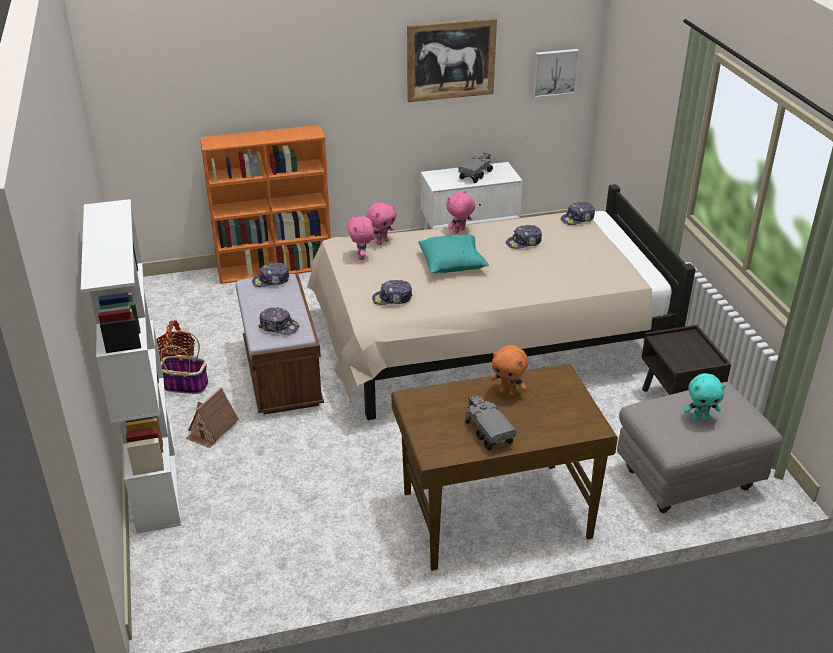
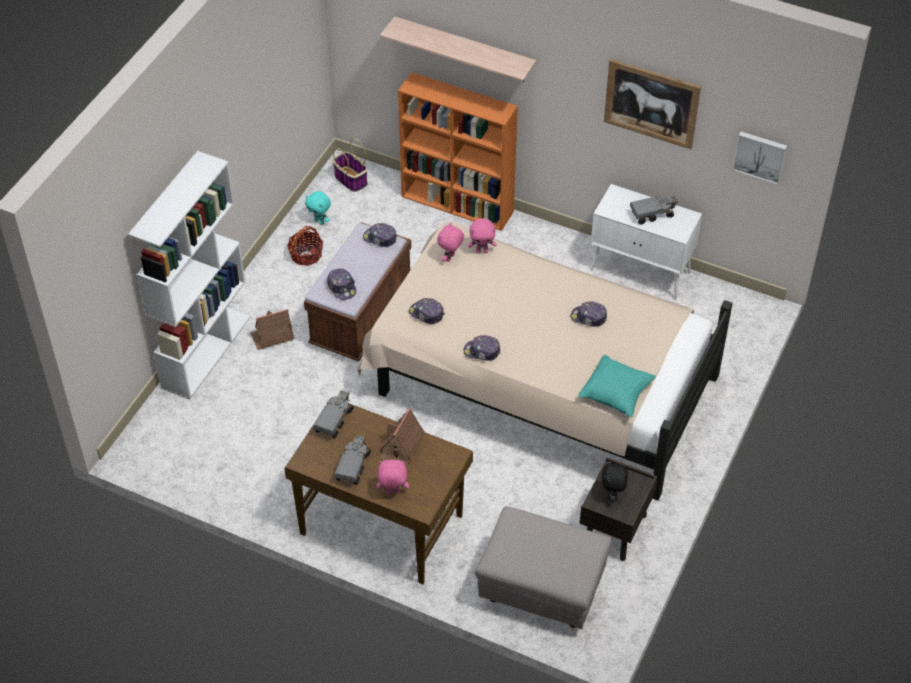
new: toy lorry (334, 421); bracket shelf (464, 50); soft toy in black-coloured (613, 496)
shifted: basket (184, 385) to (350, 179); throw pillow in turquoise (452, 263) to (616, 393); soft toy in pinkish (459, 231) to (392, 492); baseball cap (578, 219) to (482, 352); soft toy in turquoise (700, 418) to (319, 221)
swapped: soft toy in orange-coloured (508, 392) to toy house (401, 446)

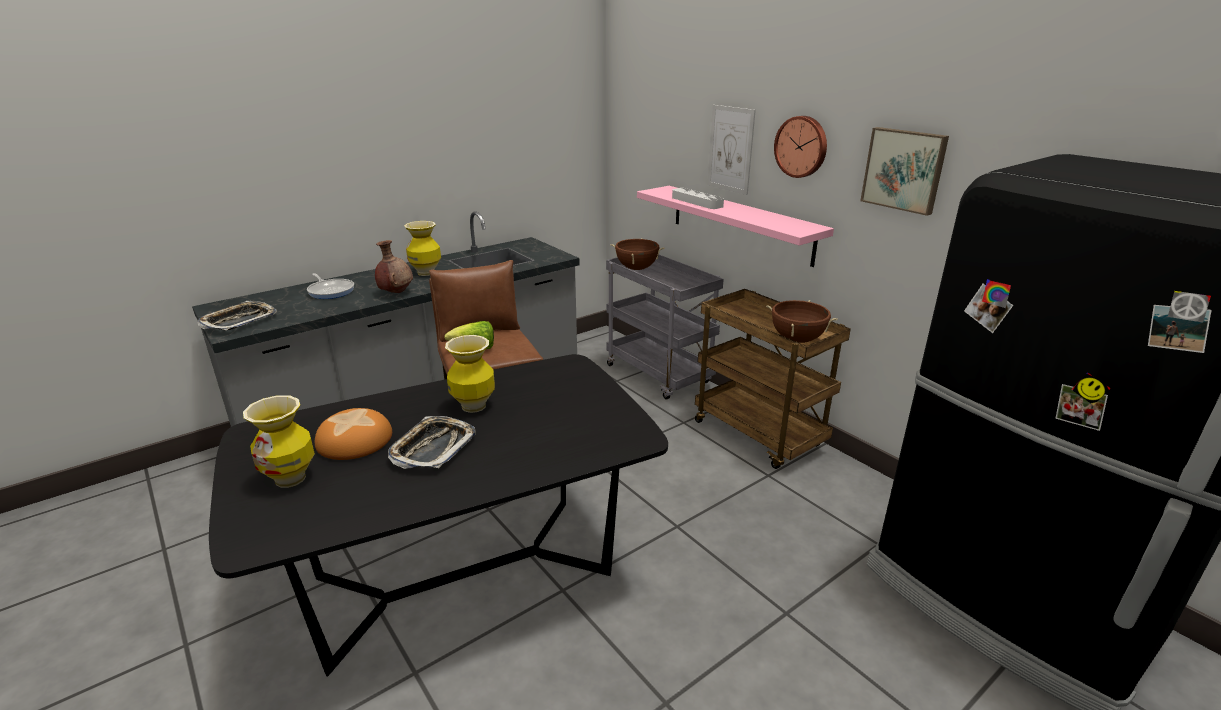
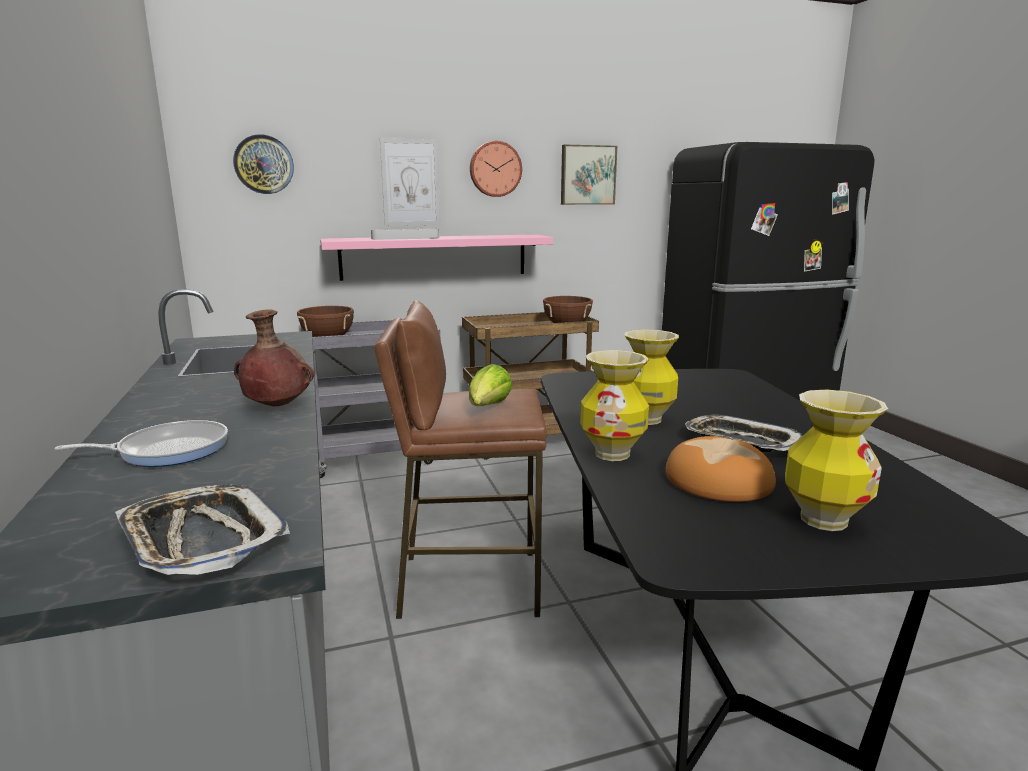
new: clock on the wall (264, 164)
shifted: decorative vase (426, 273) to (612, 454)

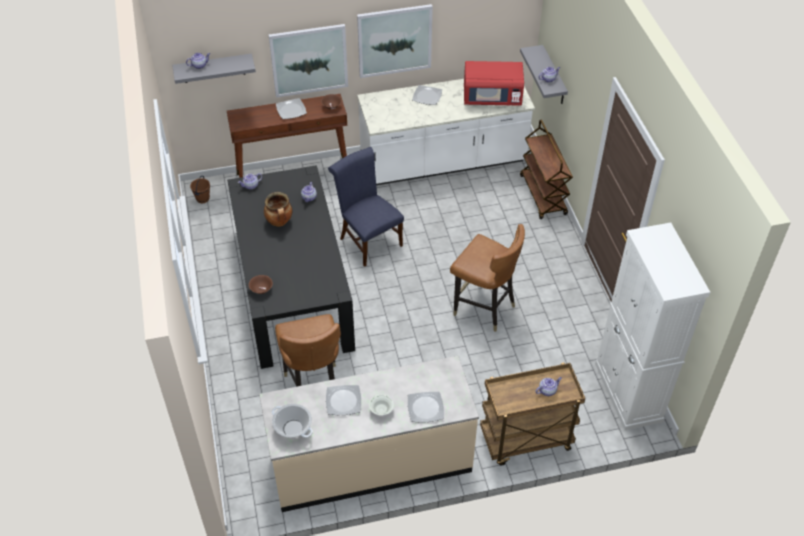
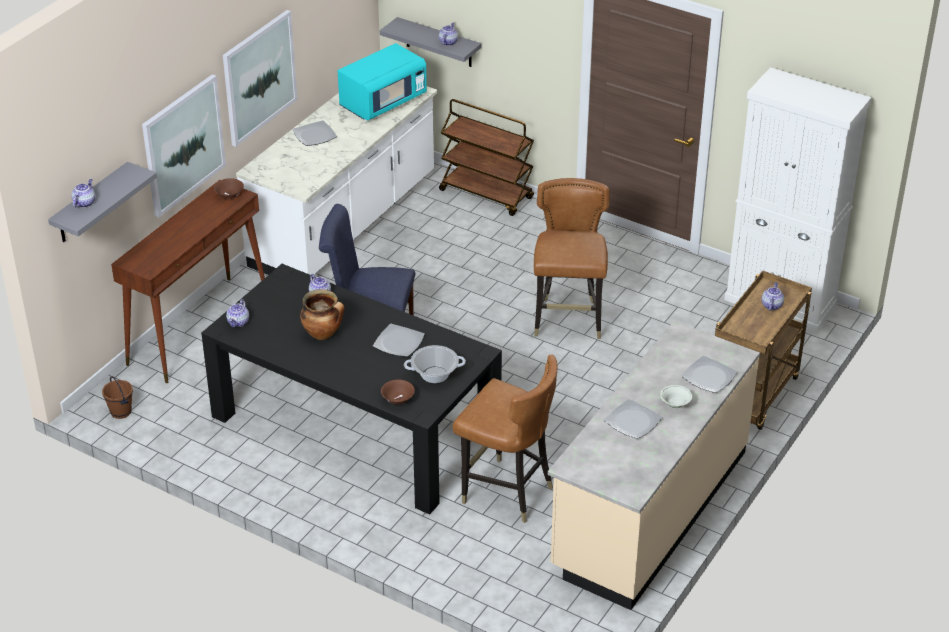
shifted: cooking pot (293, 428) to (435, 375); dinner plate (291, 110) to (399, 343)
repainted: kitchen microwave in reddish (492, 97) to kitchen microwave in turquoise (382, 102)
rotated: plain chair in brown-coloured (483, 308) = (568, 320) 75 degrees counterclockwise

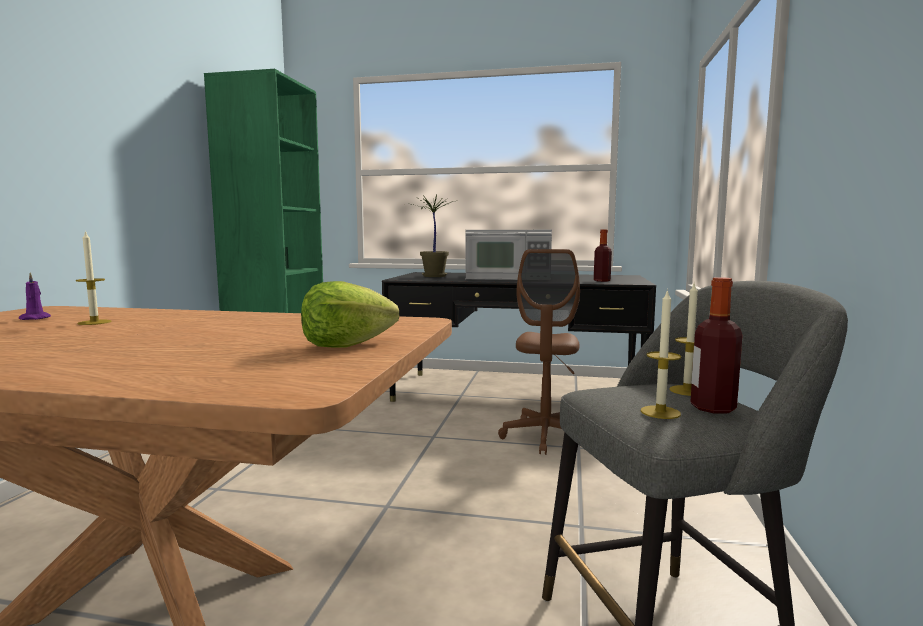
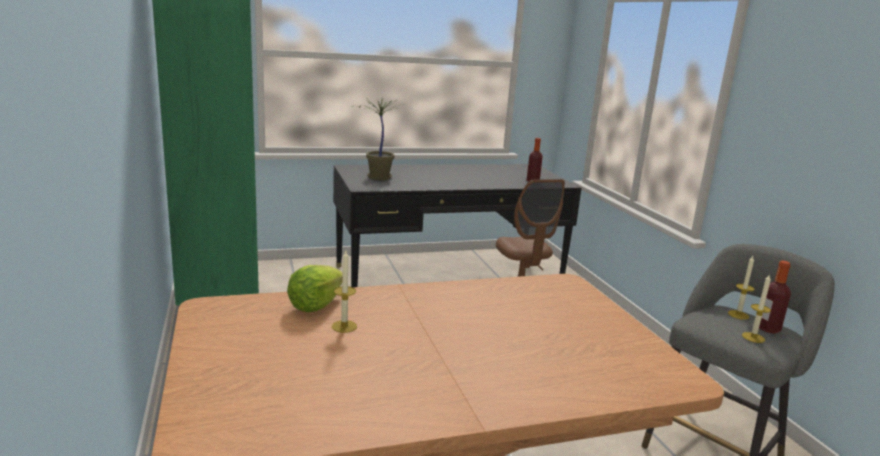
gone: wax candle in purplish (36, 318); kitchen microwave (508, 278)
shifted: head of lettuce (346, 344) to (315, 305)

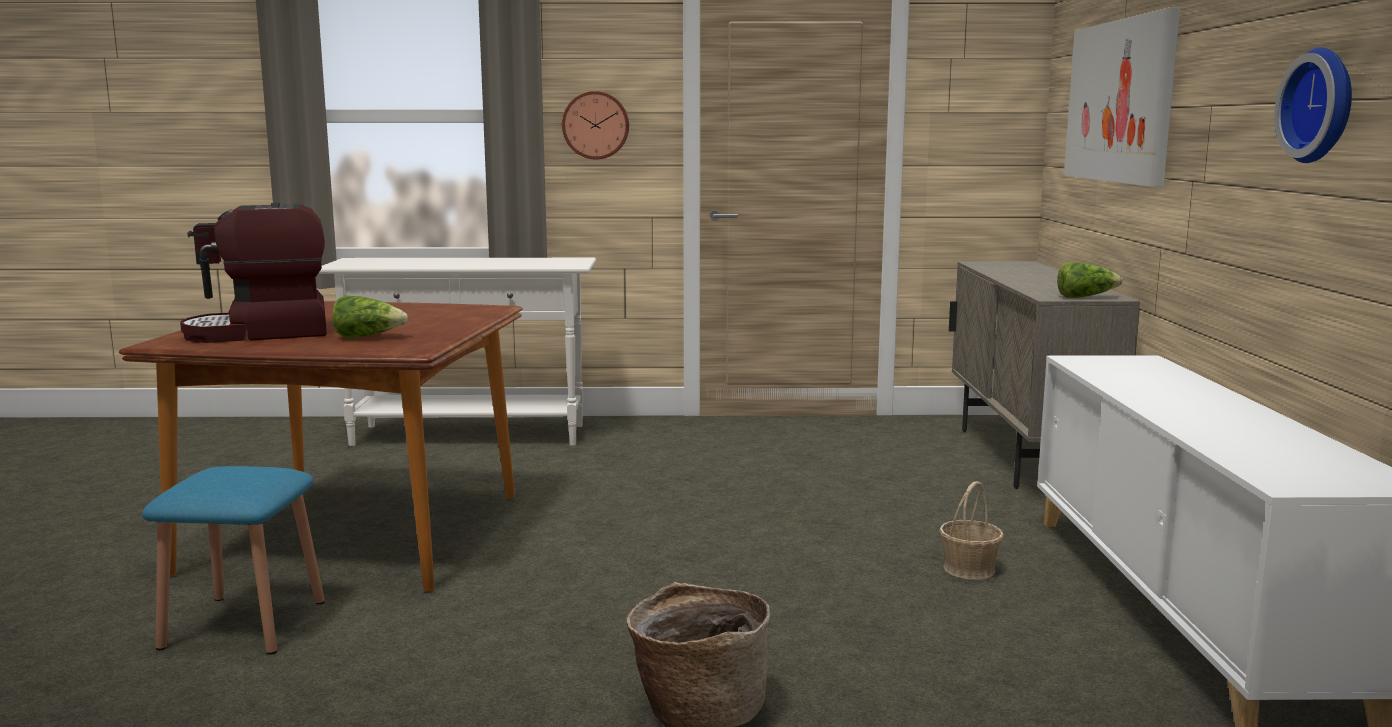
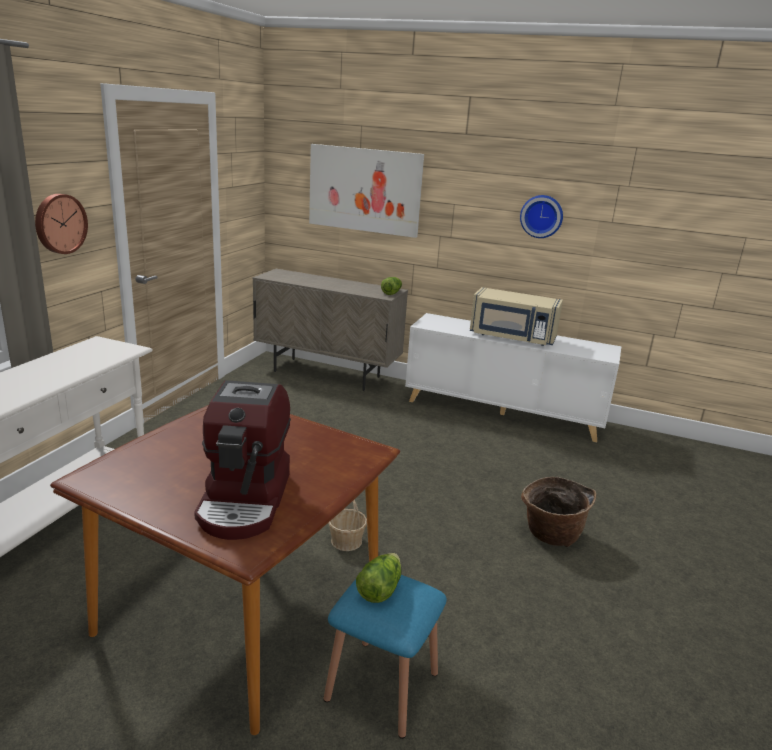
new: kitchen microwave in beige-coloured (512, 337)
shifted: head of lettuce (368, 337) to (379, 589); basket (969, 569) to (346, 541)

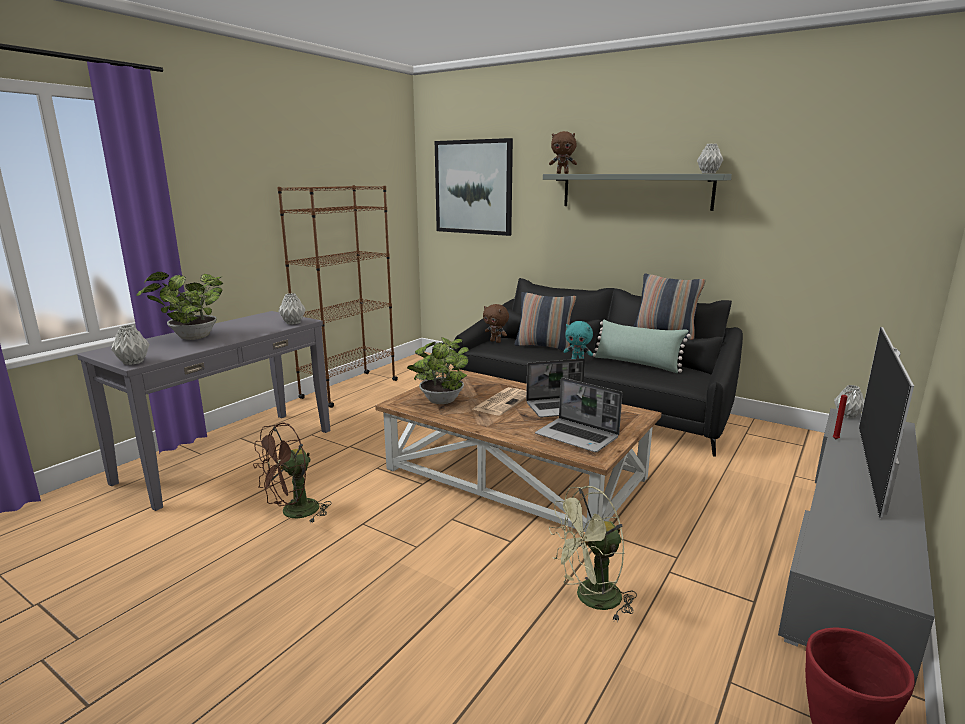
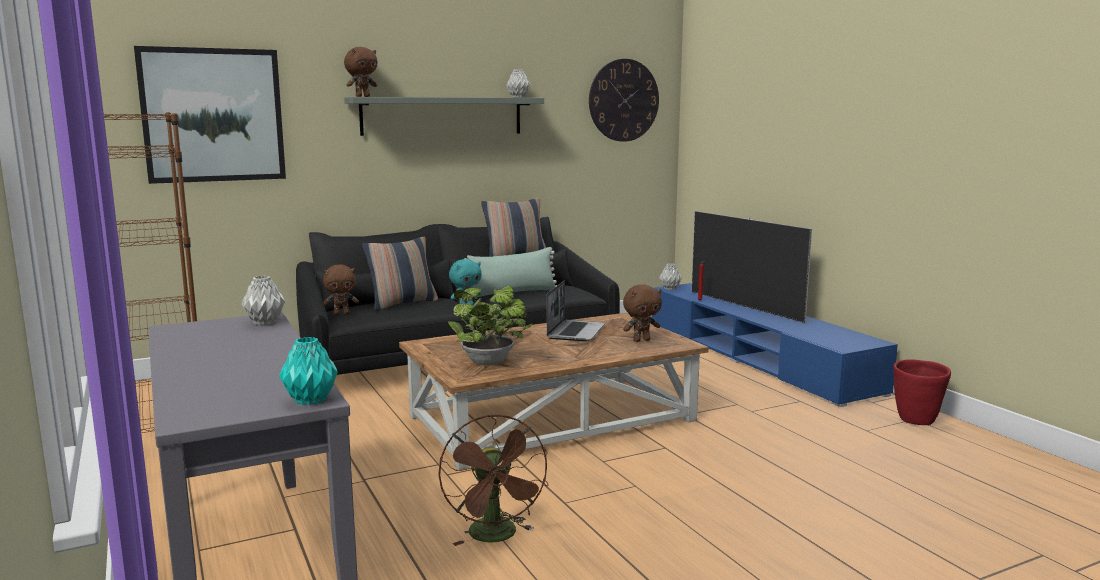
gone: plant in a pot (191, 338); daily paper (502, 402); electric fan in green (590, 599)
new: clock on the wall (623, 100)
swapped: portable computer (578, 436) to soft toy in brown-coloured (641, 340)
repainted: decorative vase in grey (134, 362) to decorative vase in turquoise (310, 400); tv unit in grey (853, 537) to tv unit in blue (756, 357)

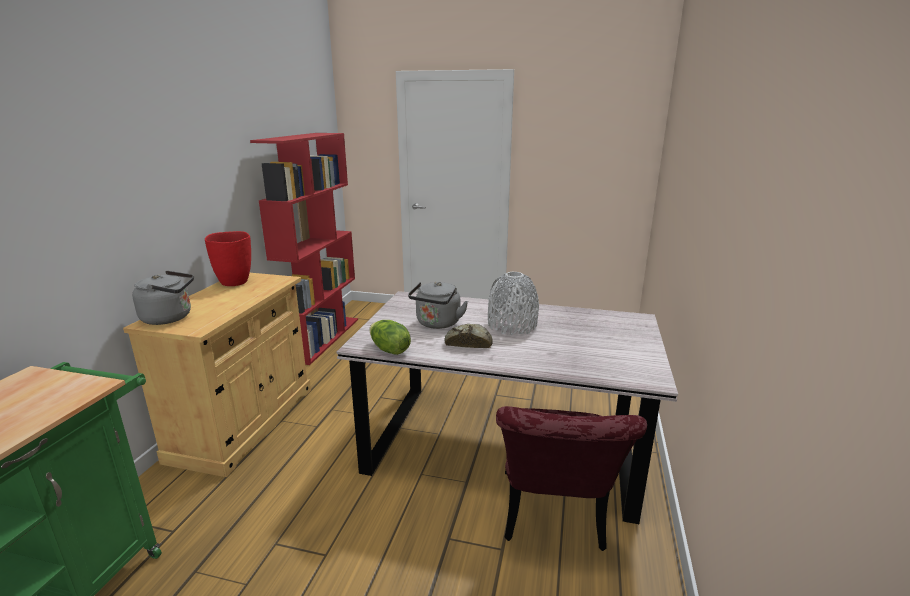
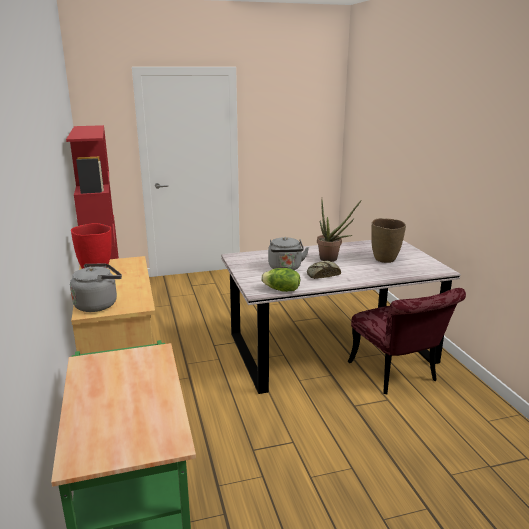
new: decorative vase in brown-coloured (385, 259)
swapped: decorative vase in grey (512, 325) to plant in a pot (332, 259)

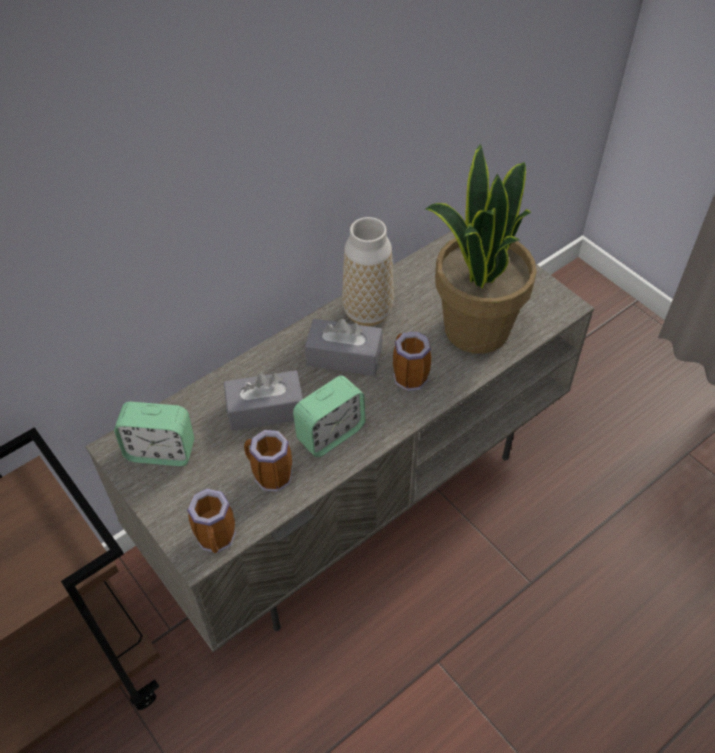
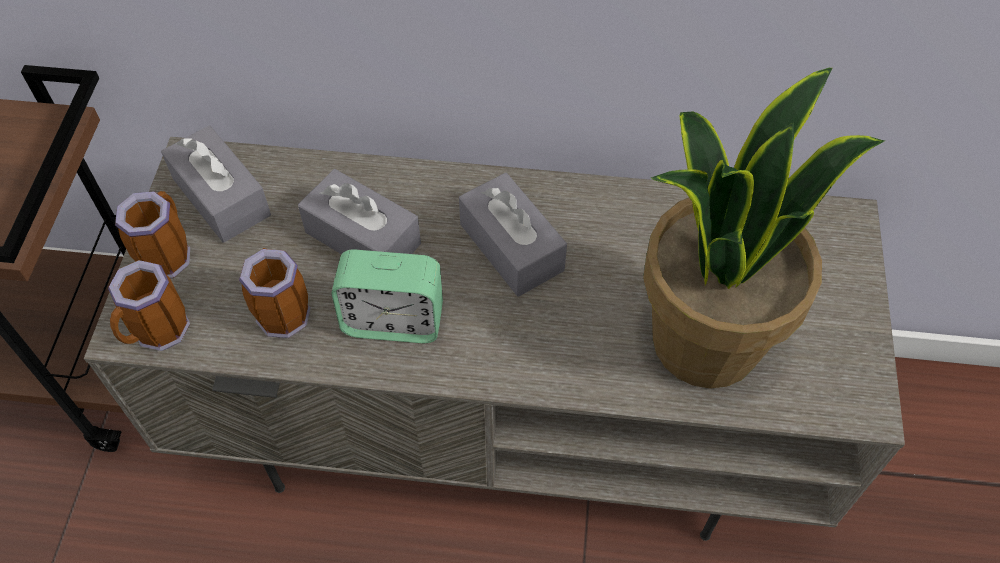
gone: decorative vase (367, 313)
shifted: mug (407, 376) to (166, 255)
swapped: bedside clock (161, 451) to tissue box in grey (221, 197)

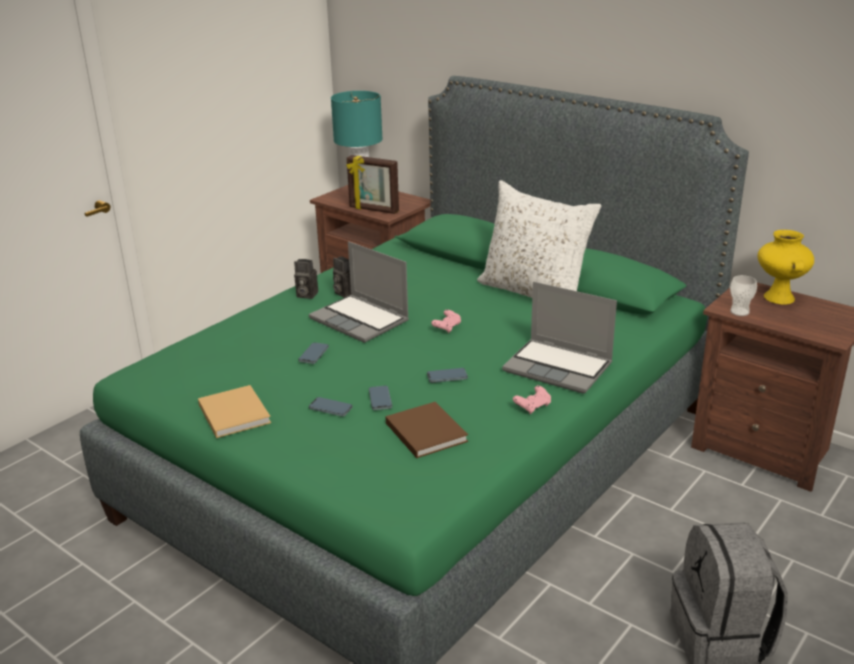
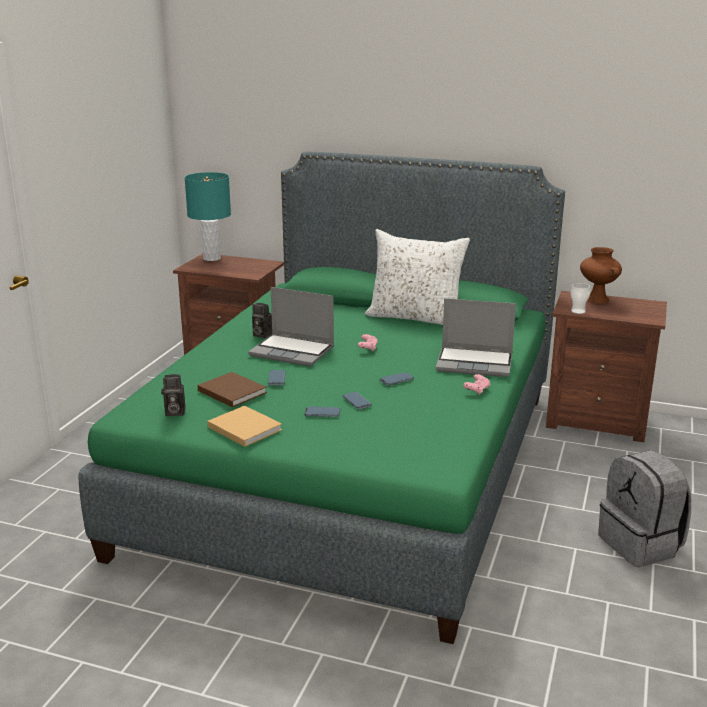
gone: standing frame (373, 210)
shifted: photo camera (305, 295) to (174, 412); book in brown-coloured (425, 431) to (231, 391)
repainted: decorative vase in yellow-coloured (777, 297) to decorative vase in brown-coloured (596, 299)

